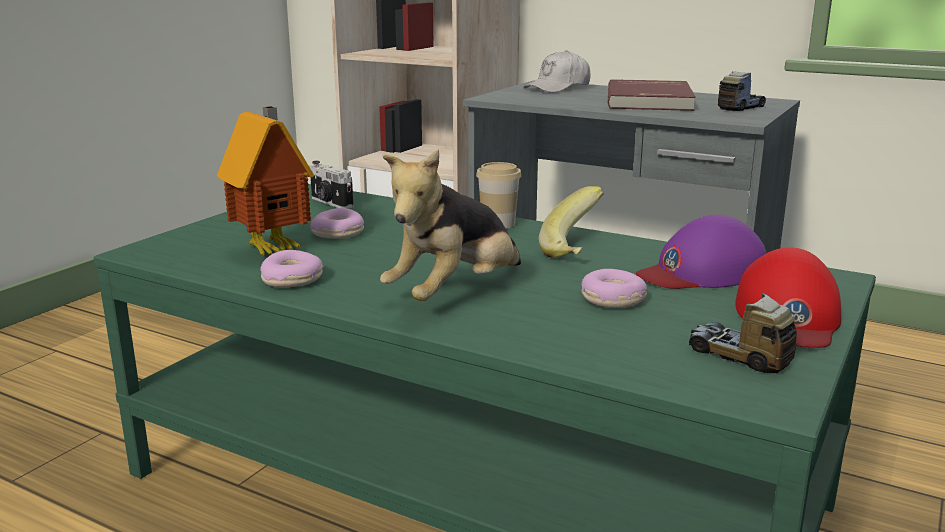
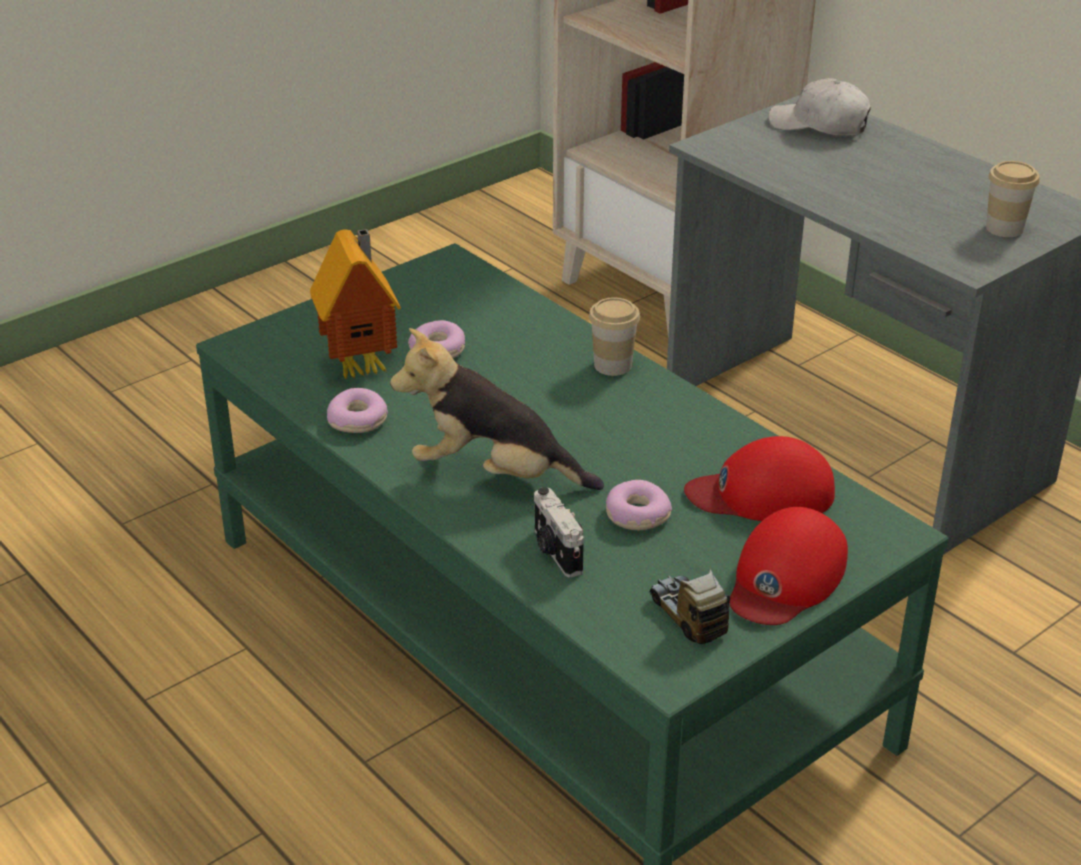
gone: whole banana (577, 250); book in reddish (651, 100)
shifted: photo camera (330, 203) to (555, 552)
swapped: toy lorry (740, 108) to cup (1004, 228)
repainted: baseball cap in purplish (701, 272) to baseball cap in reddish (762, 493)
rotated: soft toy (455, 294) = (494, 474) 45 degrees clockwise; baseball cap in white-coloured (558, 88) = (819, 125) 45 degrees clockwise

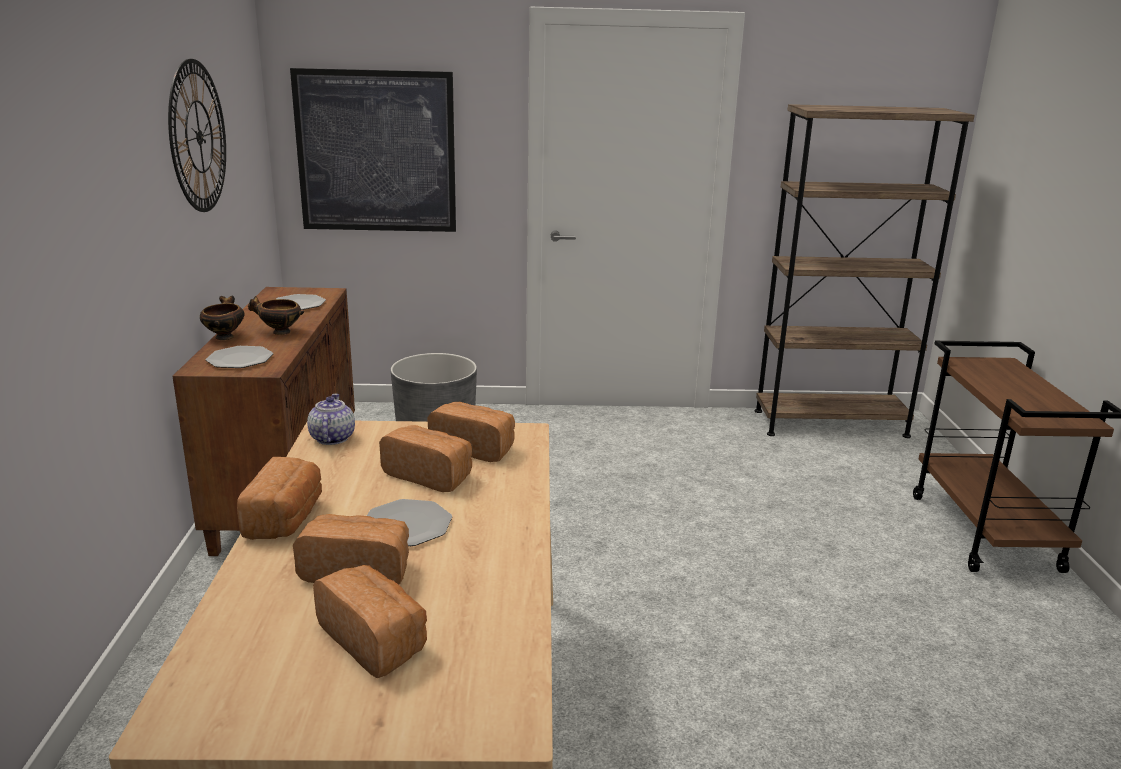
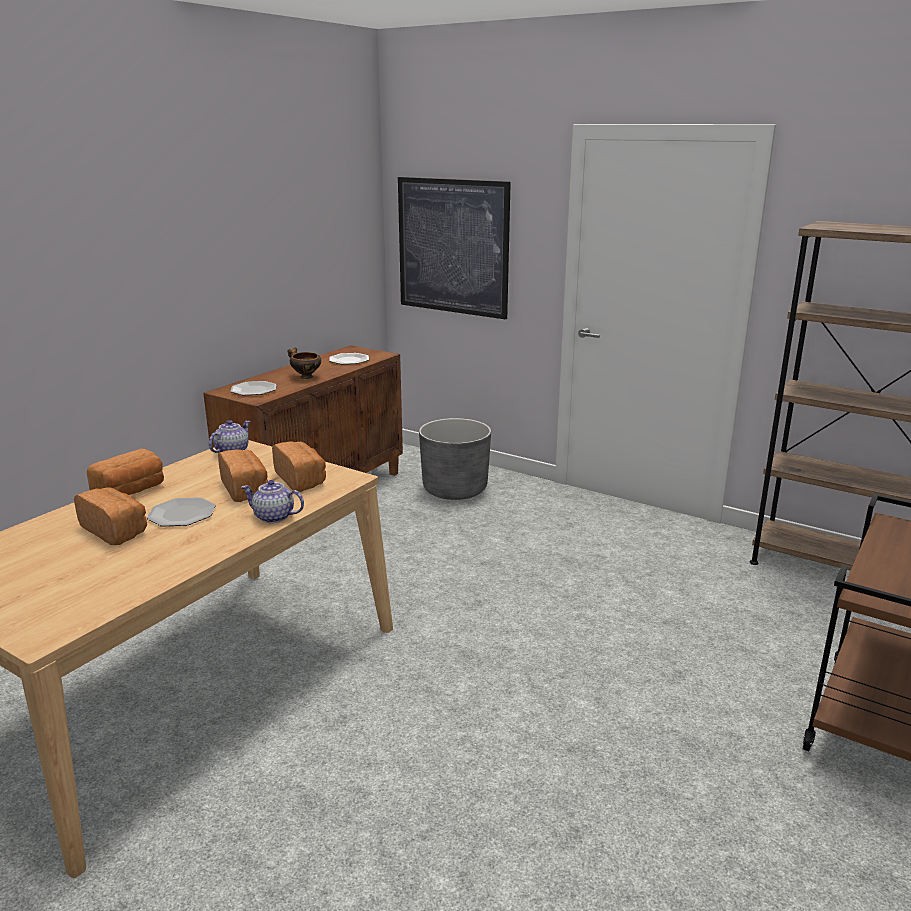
gone: clock on the wall (198, 137); serving bowl (224, 336); bakery bread (375, 640)
new: pot for tea (273, 517)

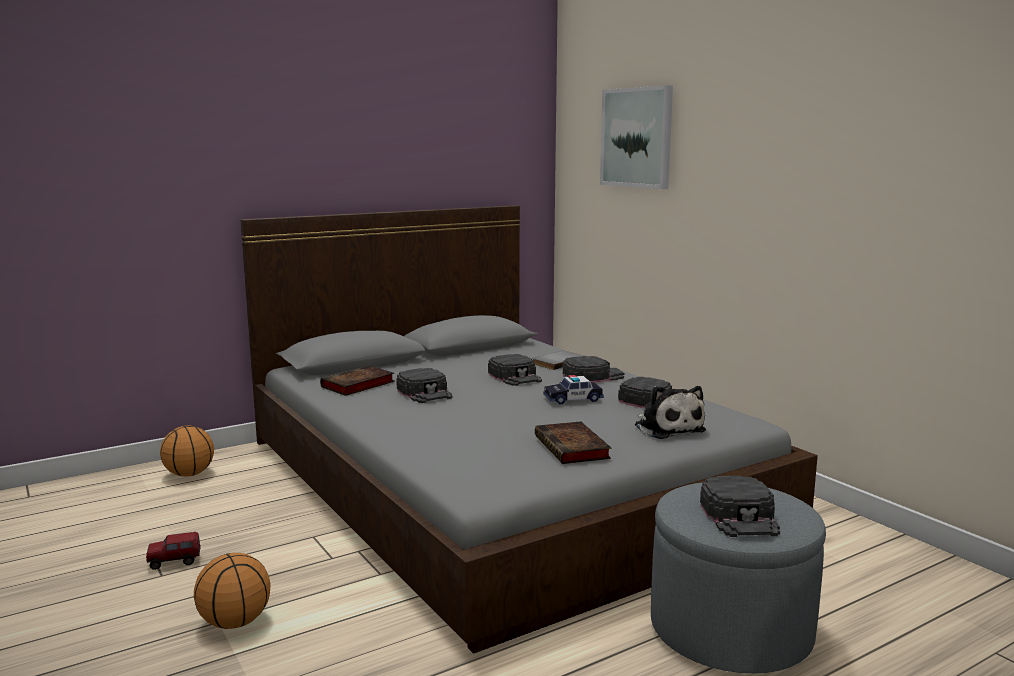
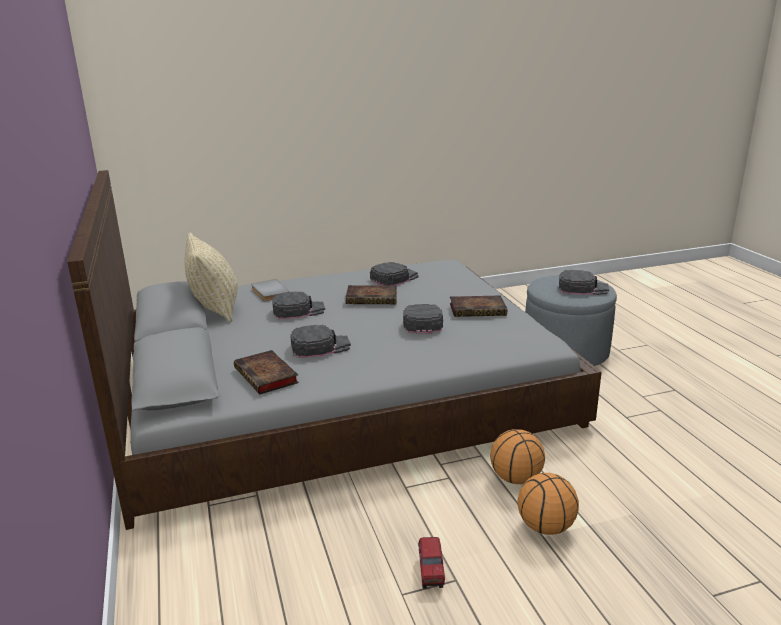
gone: wall picture (637, 137); soft toy (667, 428)
new: throw pillow in beige-coloured (215, 309)
shifted: ball for basketball (190, 474) to (516, 478); baseball cap in black-coloured (592, 376) to (422, 322)
swapped: toy car (573, 399) to book (373, 298)

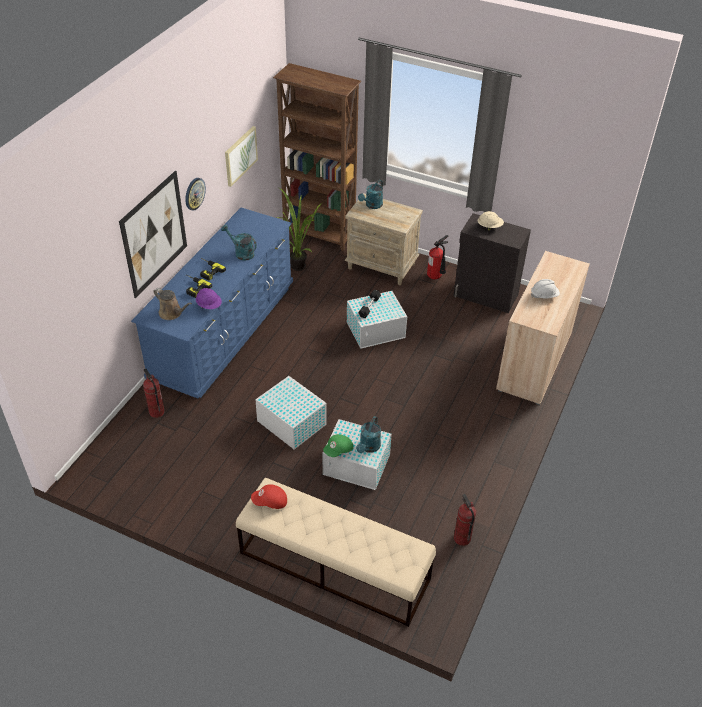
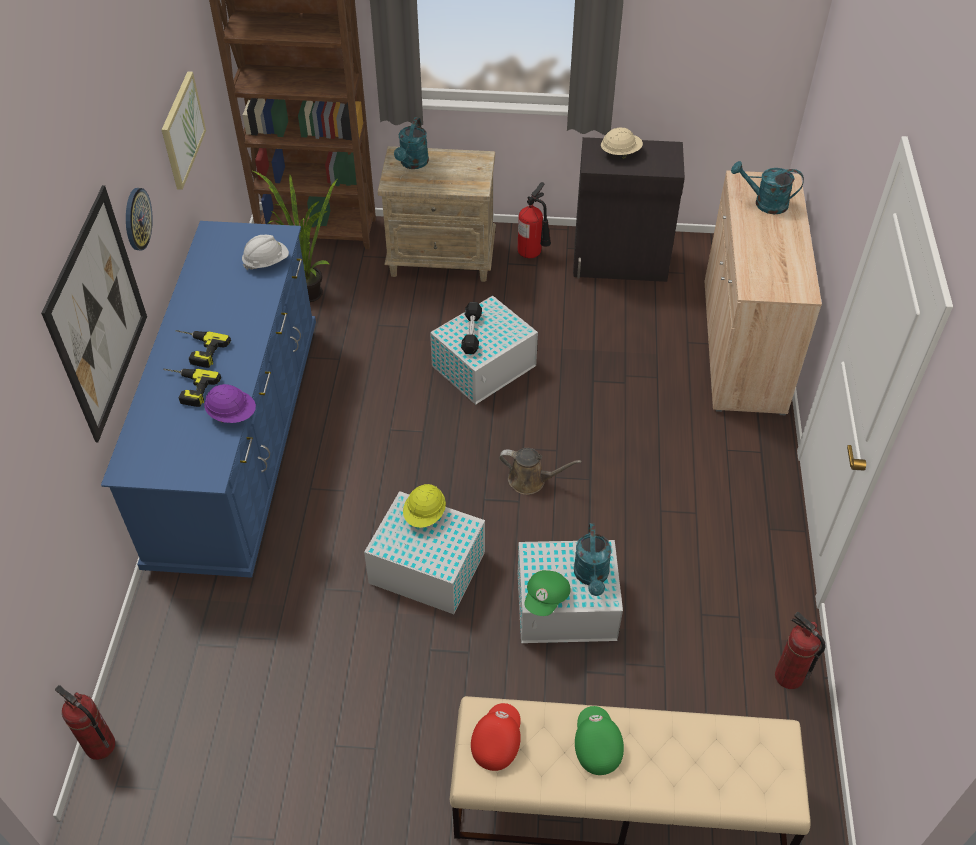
new: work helmet in yellow-coloured (425, 515); baseball cap in green (596, 745)
shifted: fire-fighting cylinder (156, 412) to (99, 746); watering pot in brown-coloured (172, 313) to (530, 480); watering pot in turquoise (241, 253) to (764, 203); work helmet in white-coloured (544, 295) to (266, 262)
rotated: baseball cap in reddish (270, 502) = (496, 741) 135 degrees clockwise

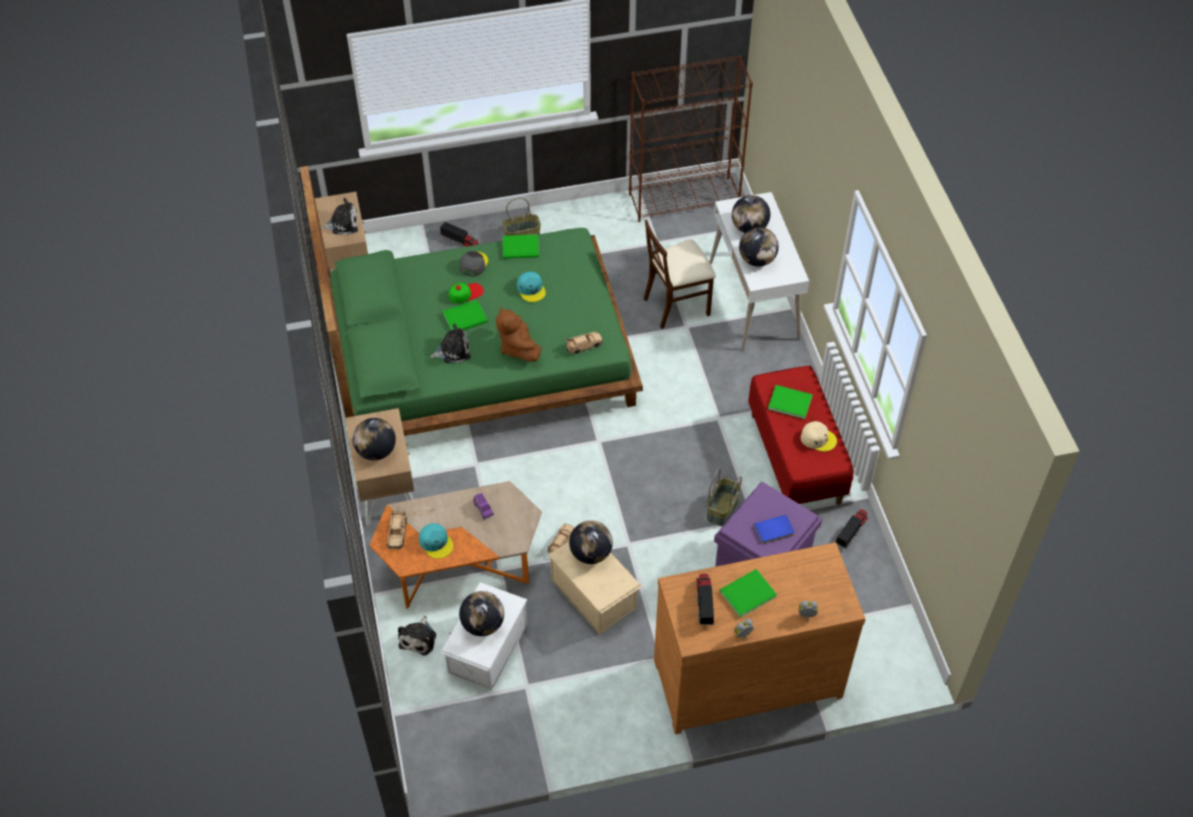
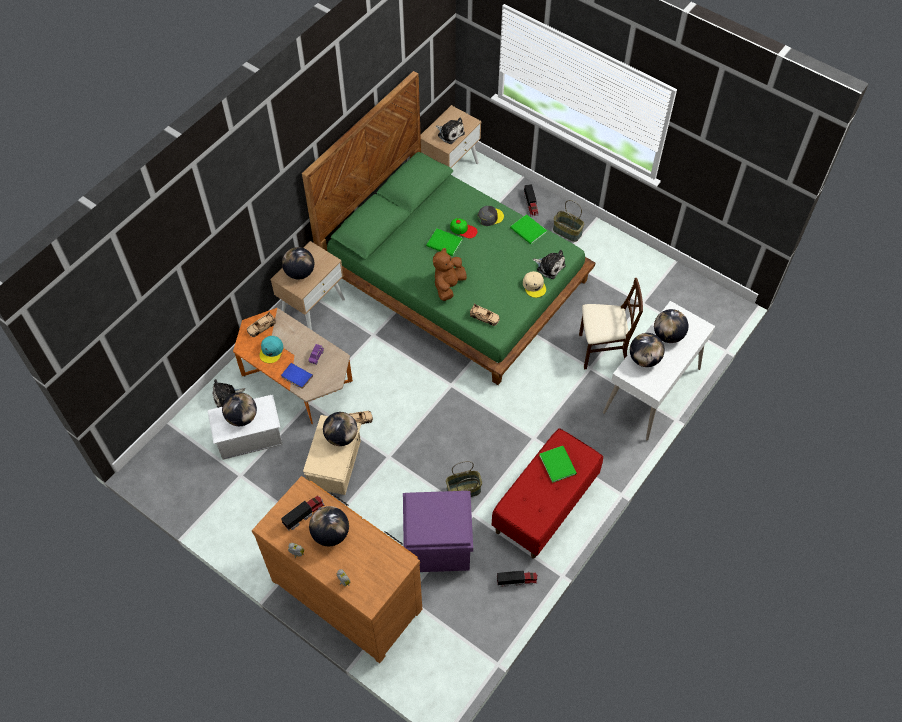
gone: baseball cap in turquoise (531, 289); shelving unit in brown-coloured (684, 199)
shifted: soft toy (453, 350) to (549, 266); book in blue (774, 531) to (296, 377); baseball cap in beige-coloured (818, 438) to (534, 286)
swapped: book in green (746, 593) to world globe (330, 534)
rotated: plain chair in beige-coloured (677, 305) = (602, 350) 150 degrees clockwise

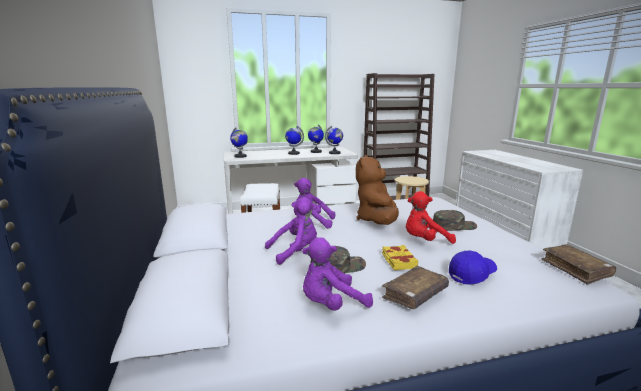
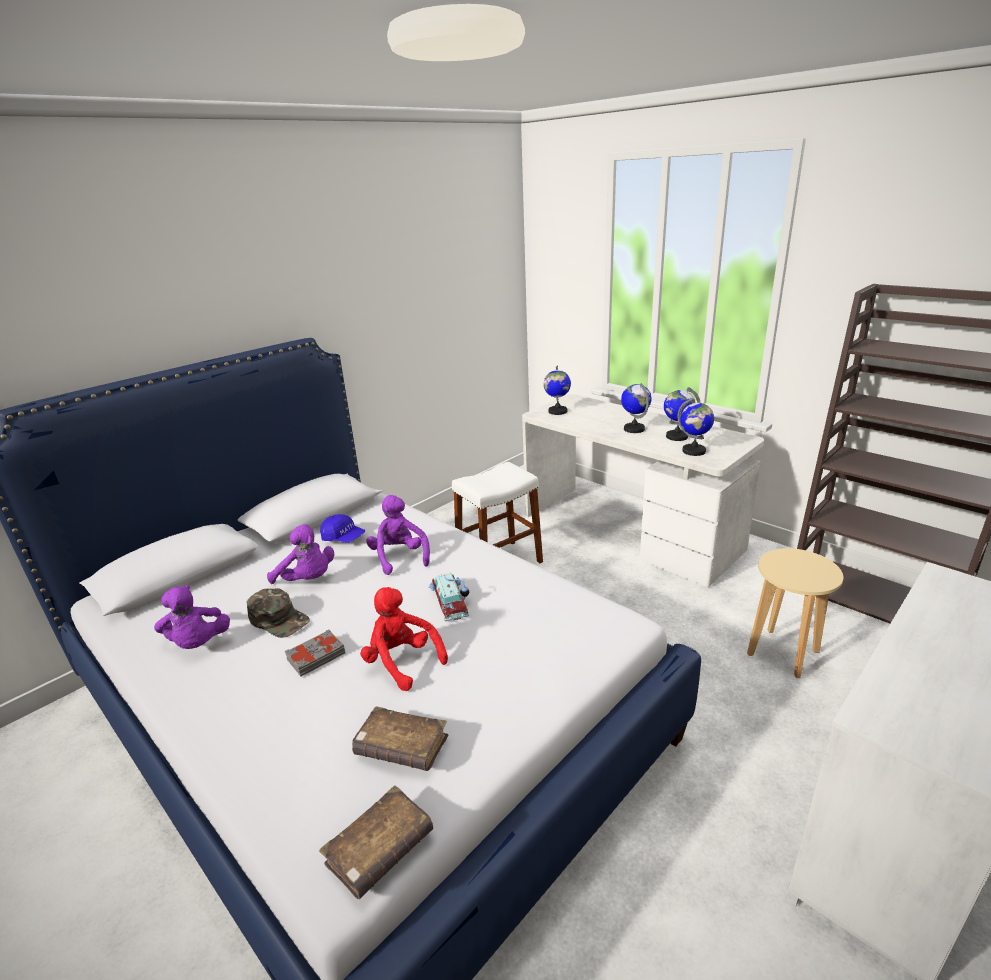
gone: baseball cap in green (453, 226)
shifted: book in brown-coloured (414, 295) to (401, 747); baseball cap in blue (472, 274) to (344, 538)
swapped: soft toy in brown-coloured (377, 221) to toy car (451, 600)
repainted: book in yellow-coloured (398, 261) to book in grey (316, 656)
rotated: soft toy in purplish (331, 304) = (198, 644) 150 degrees counterclockwise

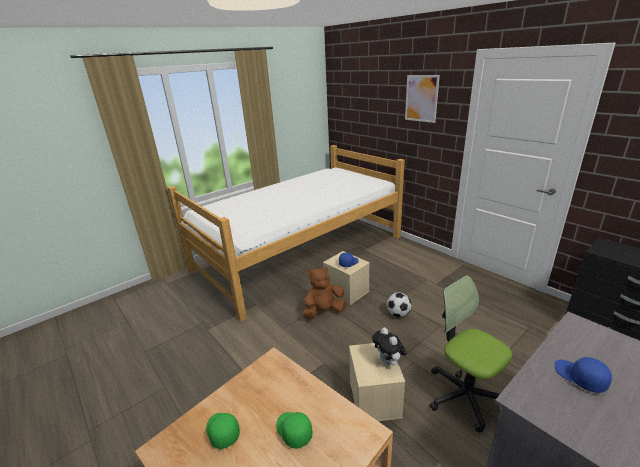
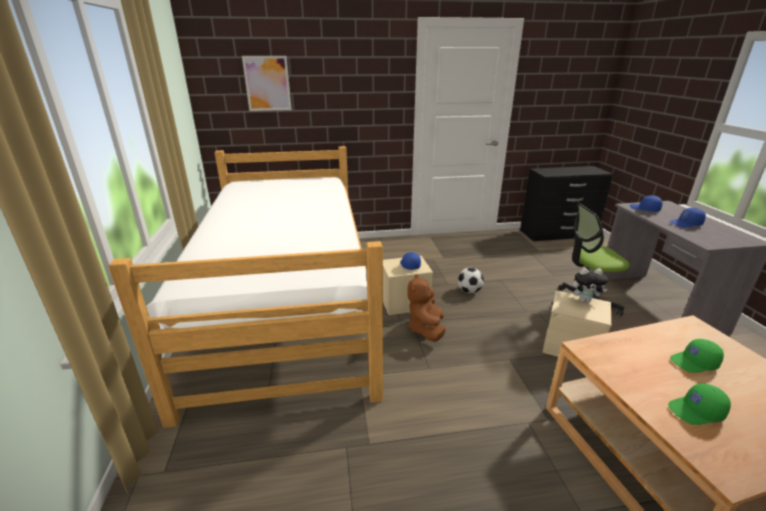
new: baseball cap in blue (644, 209)
shifted: wall picture (421, 98) to (267, 83)

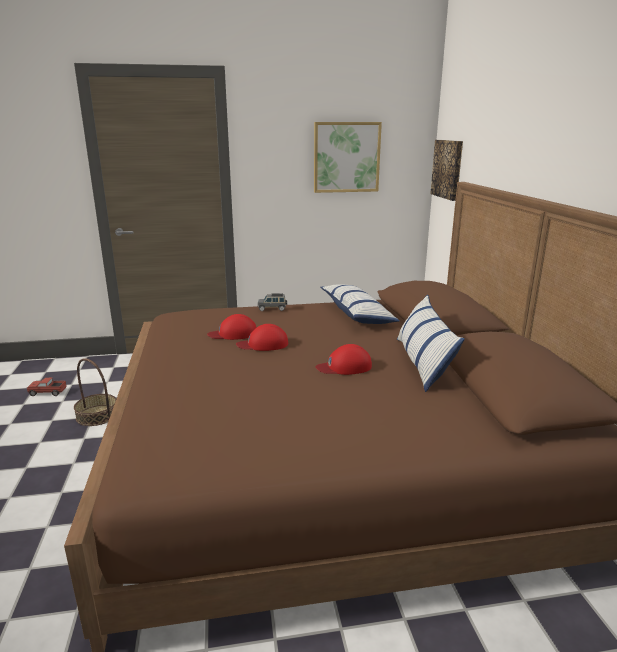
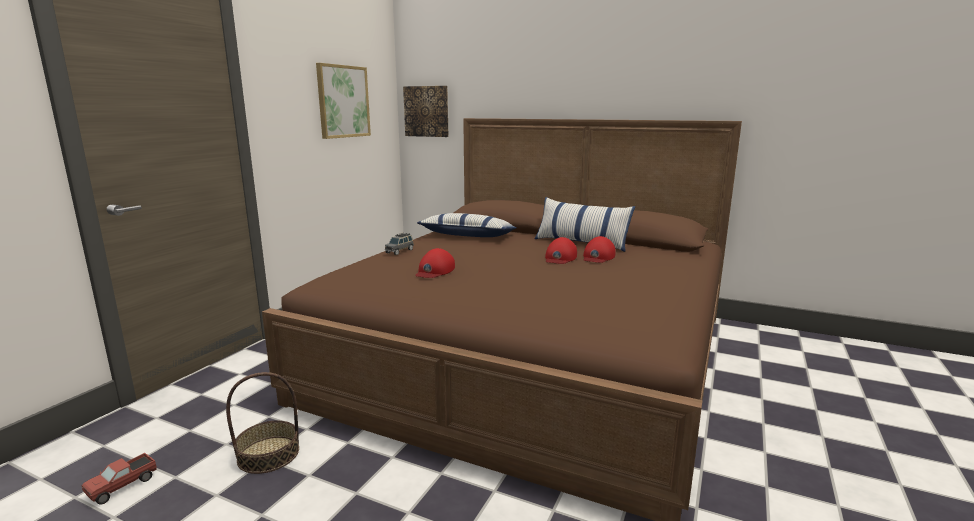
shifted: baseball cap in reddish (263, 344) to (598, 257)

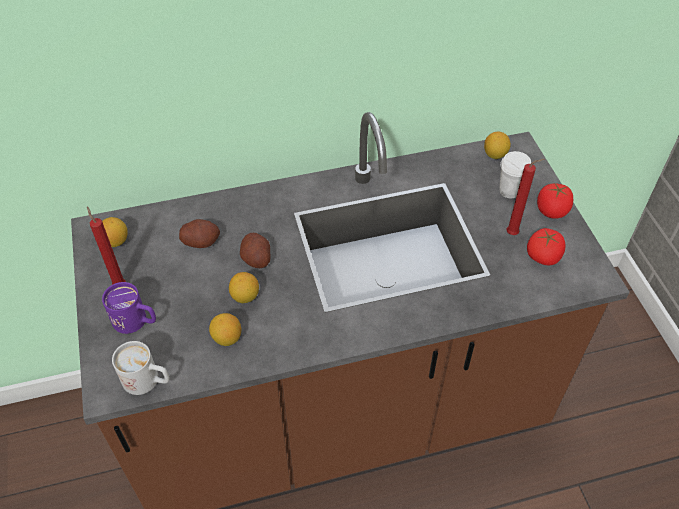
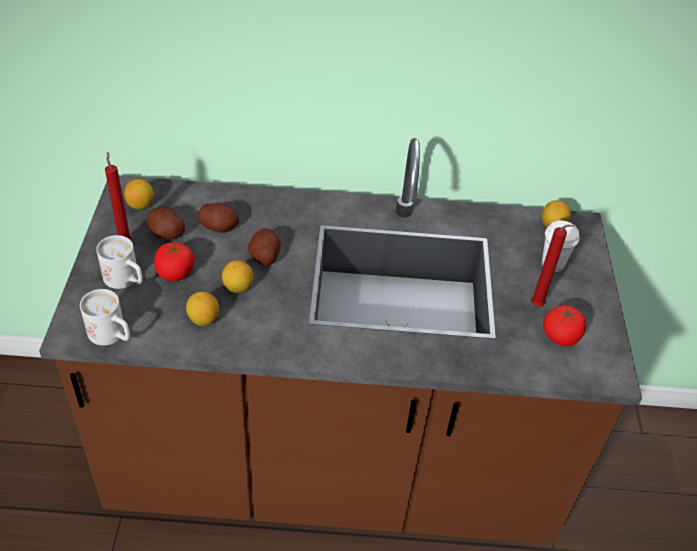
new: spud (166, 233)
shifted: fresh tomato (552, 210) to (175, 273)
repainted: mug in purplish (136, 321) to mug in white-coloured (126, 280)

